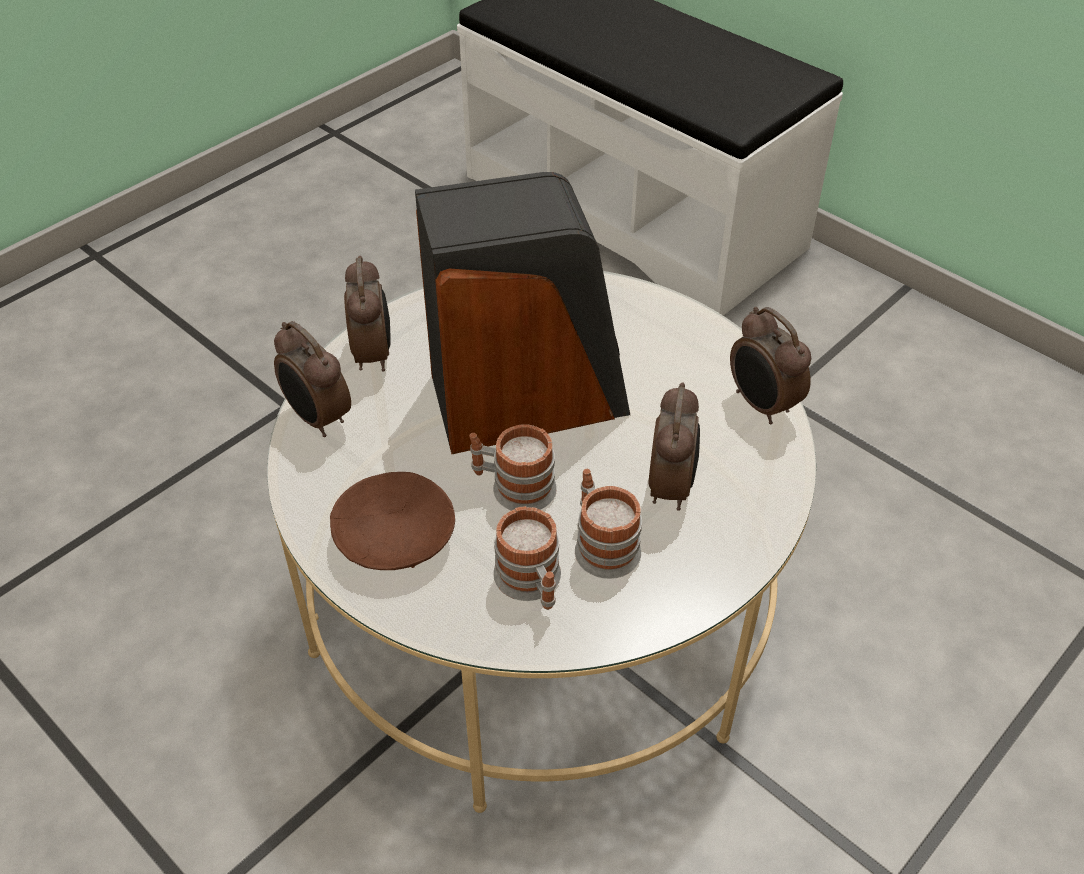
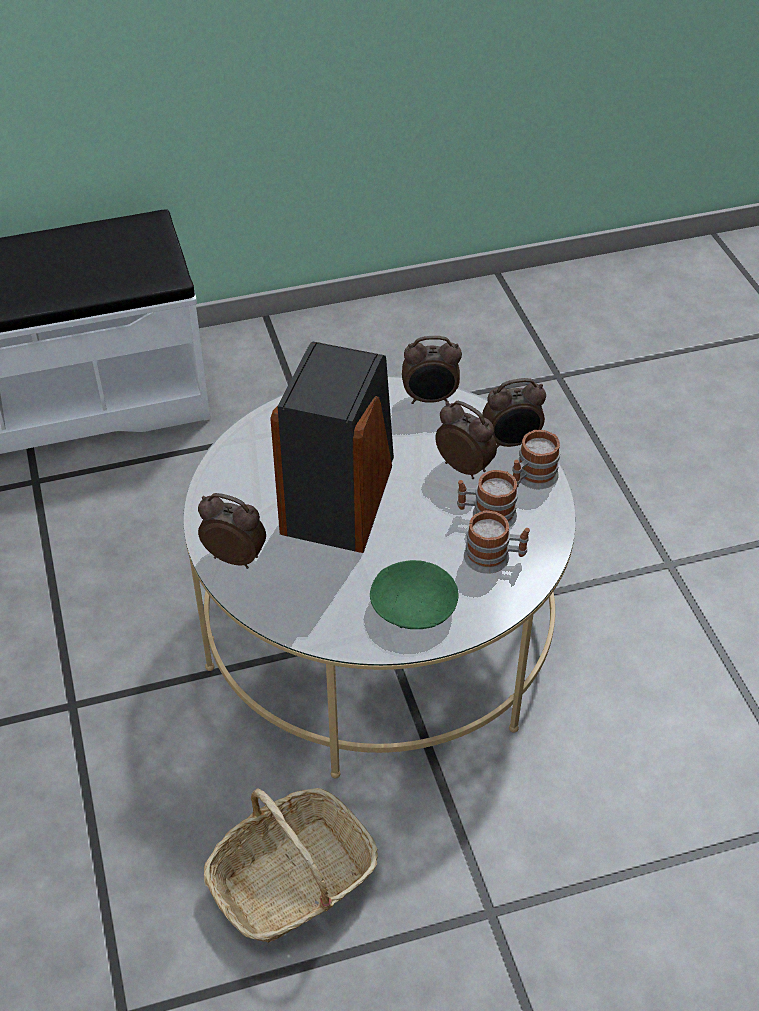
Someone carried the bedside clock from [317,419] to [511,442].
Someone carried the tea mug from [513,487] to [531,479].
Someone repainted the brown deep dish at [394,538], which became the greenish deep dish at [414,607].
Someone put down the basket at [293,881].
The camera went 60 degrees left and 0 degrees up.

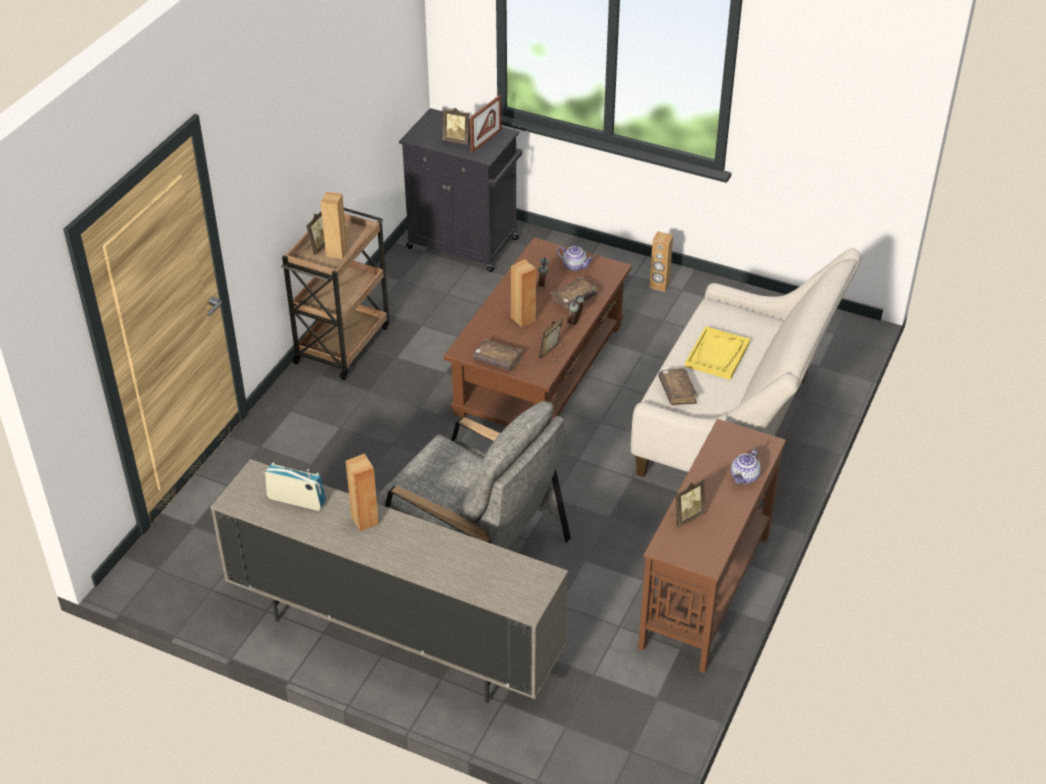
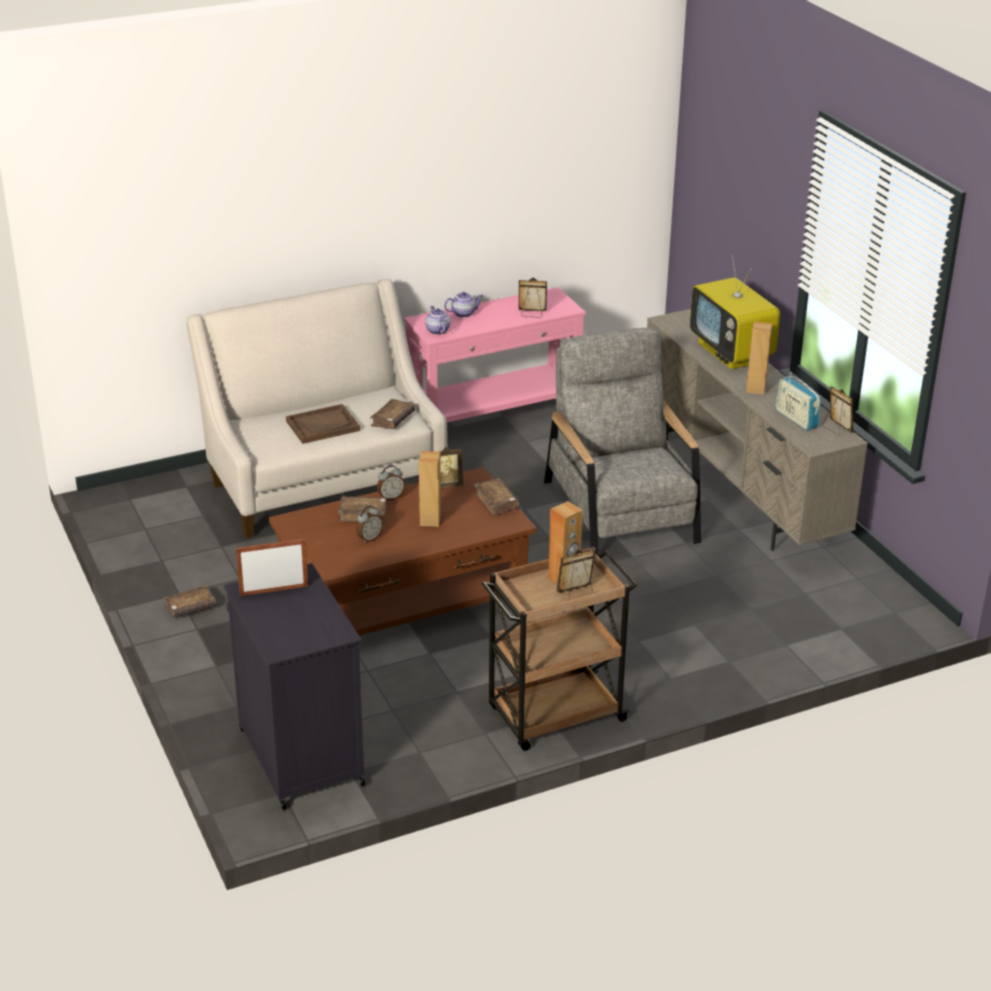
Someone carried the picture frame from [457,140] to [836,428].
Someone swapped the brown audio speaker at [659,285] for the brown bound book at [190,608].
Someone carried the tea pot from [575,266] to [437,330].
Someone repainted the yellow-coloured tray at [717,355], which became the brown tray at [323,426].
Someone repainted the brown narrow table at [704,591], which became the pink narrow table at [495,419].
Someone put down the TV set at [732,353].
The camera went 140 degrees left and 10 degrees down.

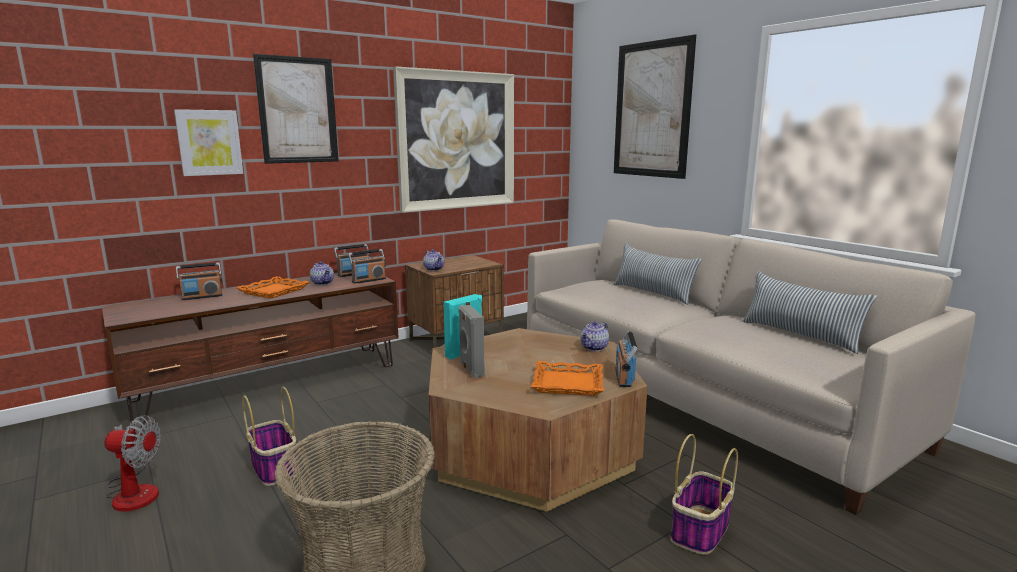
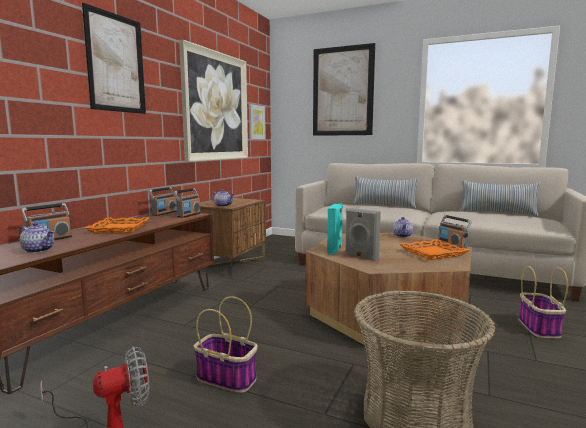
Someone carried the wall picture from [209,142] to [256,122].
Someone carried the tea pot from [323,283] to [39,250].
The camera went 30 degrees left and 5 degrees down.

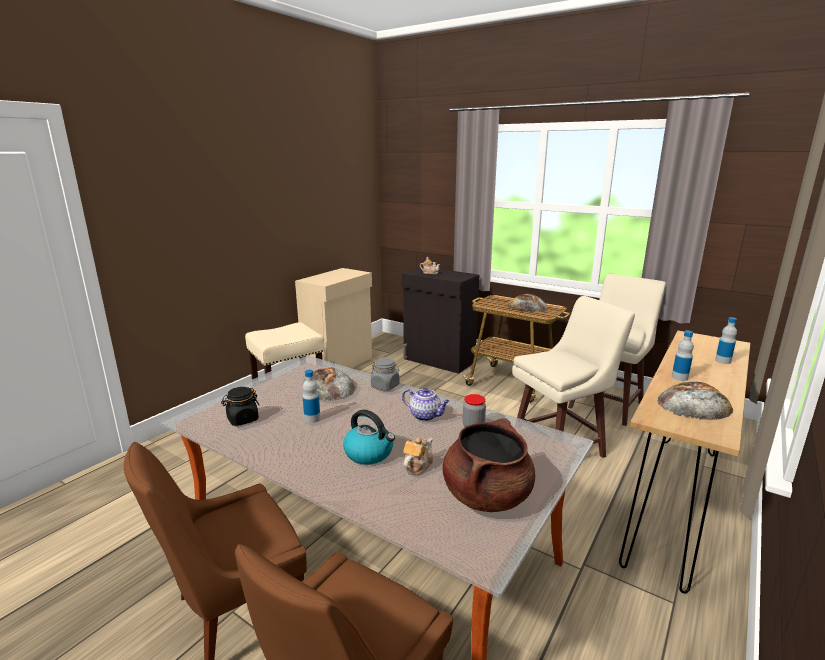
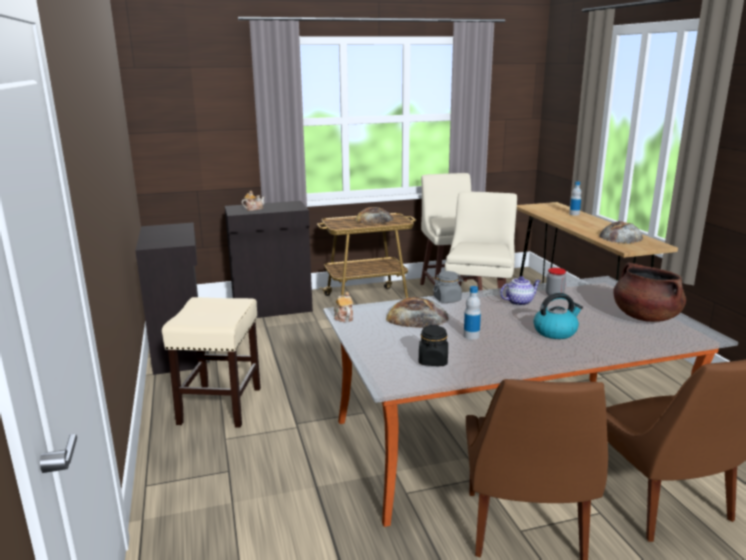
Someone repainted the sand-coloured cabinet at [339,364], which became the black-coloured cabinet at [180,351].
Someone took away the beverage bottle at [679,377].
Someone carried the tea pot from [417,466] to [343,317].
The camera went 50 degrees left and 0 degrees up.

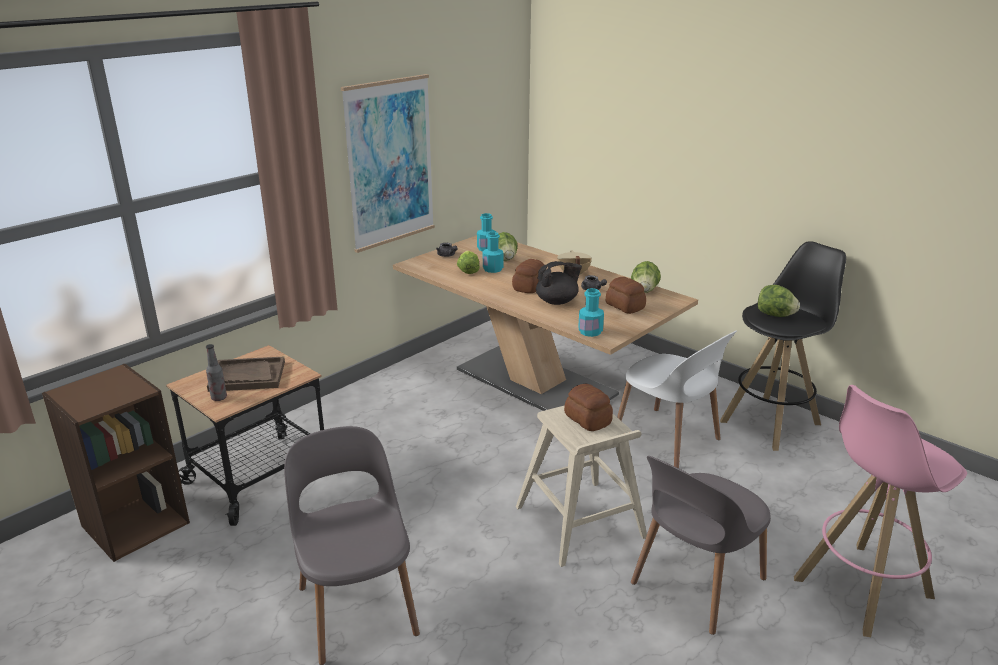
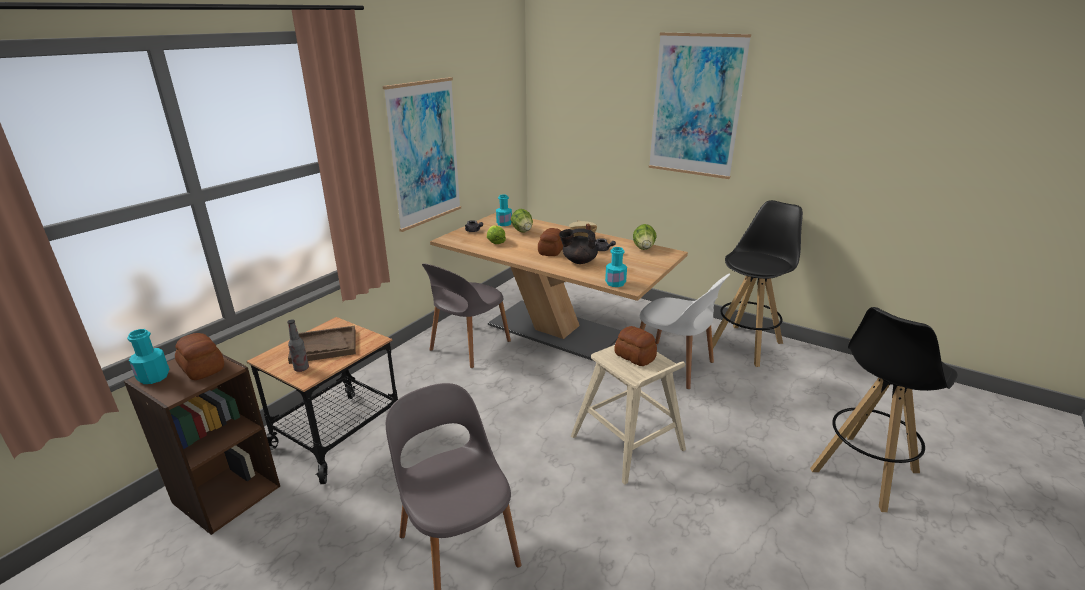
Someone carried the blue-green beverage bottle from [493,269] to [154,377].
Someone rotated the black-coloured tea pot at [557,301] by 150 degrees counterclockwise.
Someone carried the baked bread from [625,306] to [202,368].
Someone took away the head of lettuce at [775,315].
Someone repainted the pink stool seat at [861,588], which became the black-coloured stool seat at [863,471].
Someone carried the grey upright chair from [696,583] to [469,346].
Someone put up the wall picture at [696,106].
The camera went 10 degrees left and 0 degrees up.

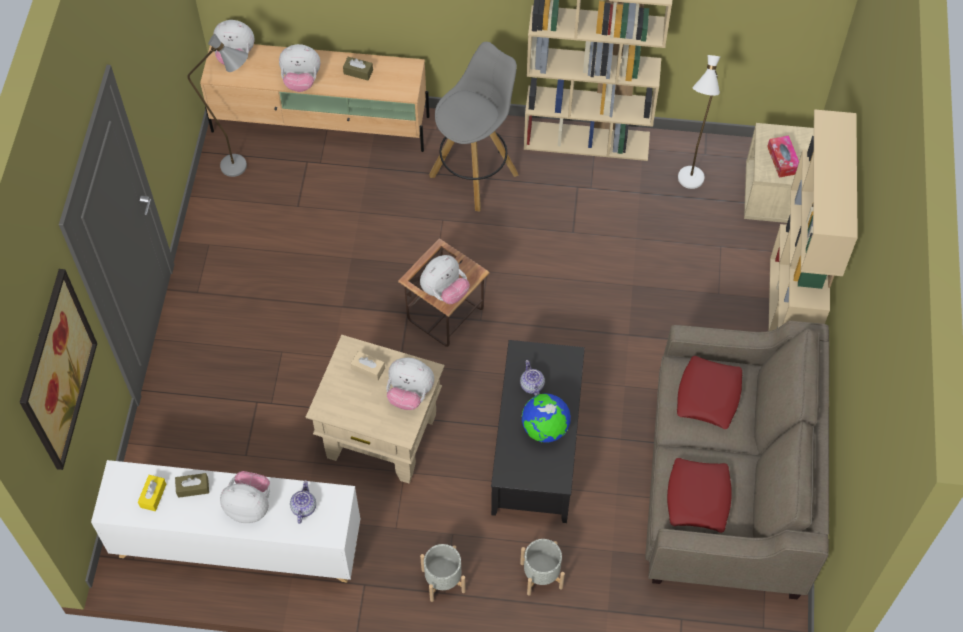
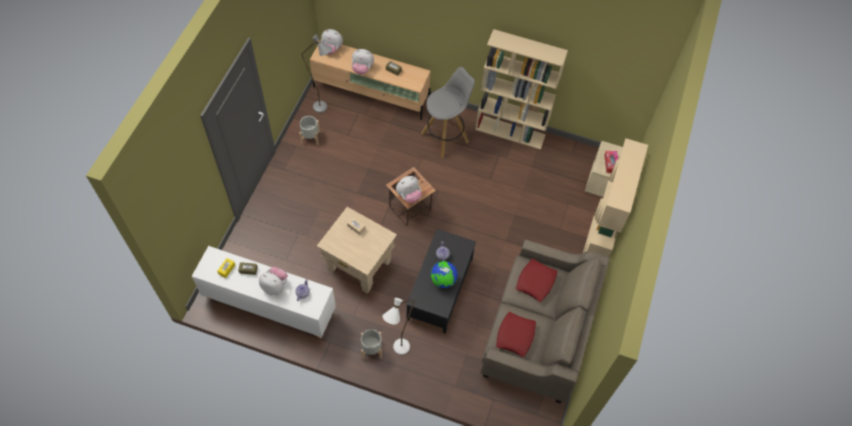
Someone carried the whitish standard lamp from [689,186] to [398,352].
Someone took away the wall picture at [56,370].
Someone took away the cuddly toy at [410,394].
Someone carried the grey plant pot from [541,575] to [310,137].
The camera went 10 degrees right and 0 degrees up.

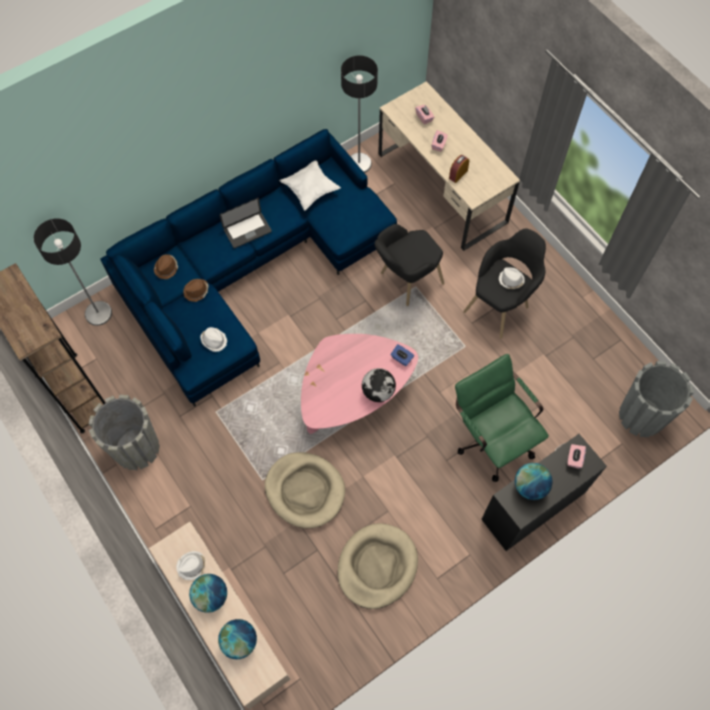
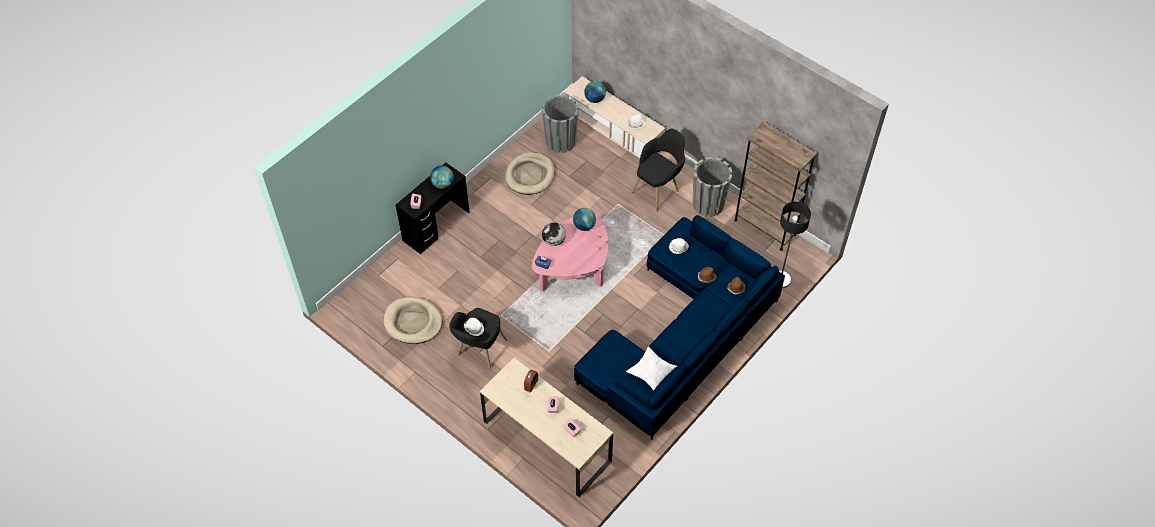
Someone took away the standard lamp at [359,163].
Someone took away the portable computer at [247,230].
Someone carried the black-coloured easy chair from [405,282] to [658,188].
Someone took away the greenish desk chair at [491,437].
Someone carried the grey plant pot from [641,416] to [560,141].
Someone carried the sand-coloured dog bed from [305,490] to [413,322].
Someone carried the globe from [211,596] to [584,226].
The camera went 165 degrees right and 10 degrees down.

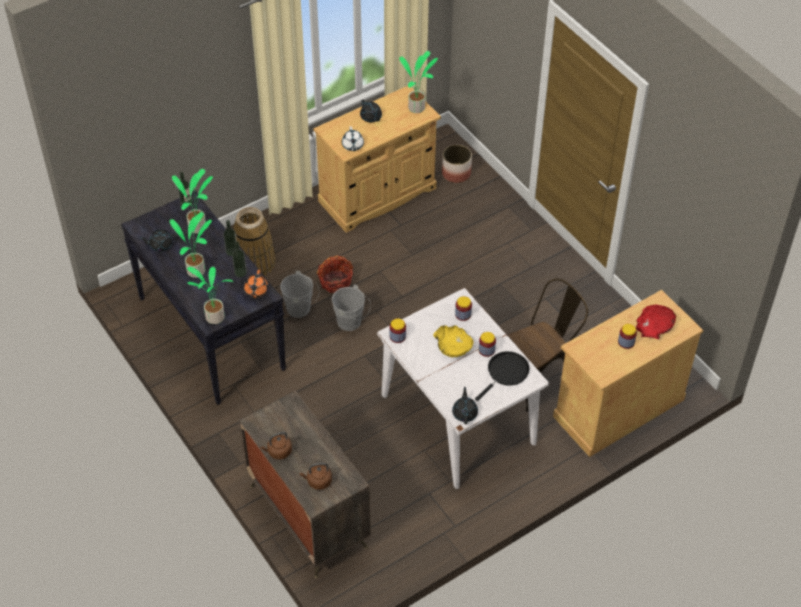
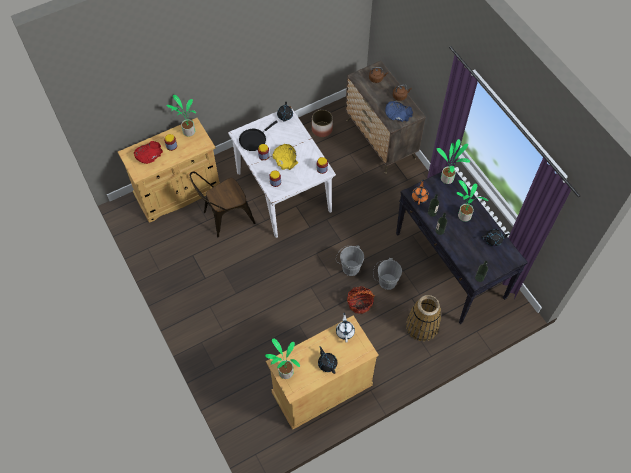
Someone carried the plant pot from [456,173] to [322,129].
Someone carried the houseplant from [198,227] to [188,131].
Someone put down the blue deep dish at [397,114].
The camera went 175 degrees left and 10 degrees up.

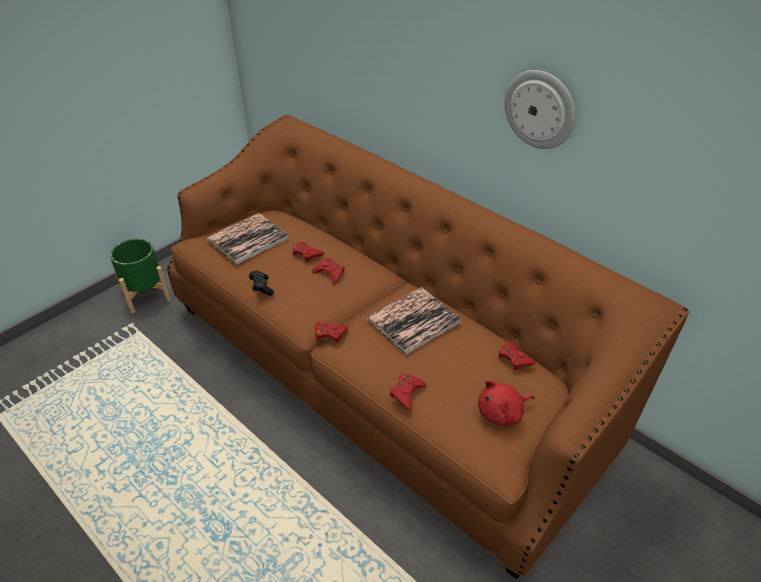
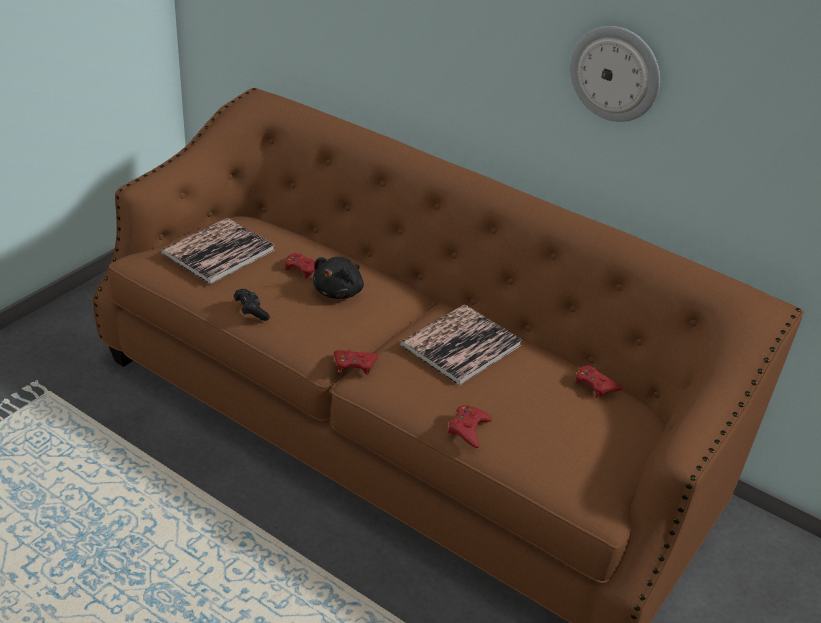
Someone took away the greenish plant pot at [146,295].
Someone swapped the red gamepad at [330,273] for the black-coloured cuddly toy at [339,291].
Someone took away the red cuddly toy at [502,413].
The camera went 10 degrees left and 5 degrees down.

